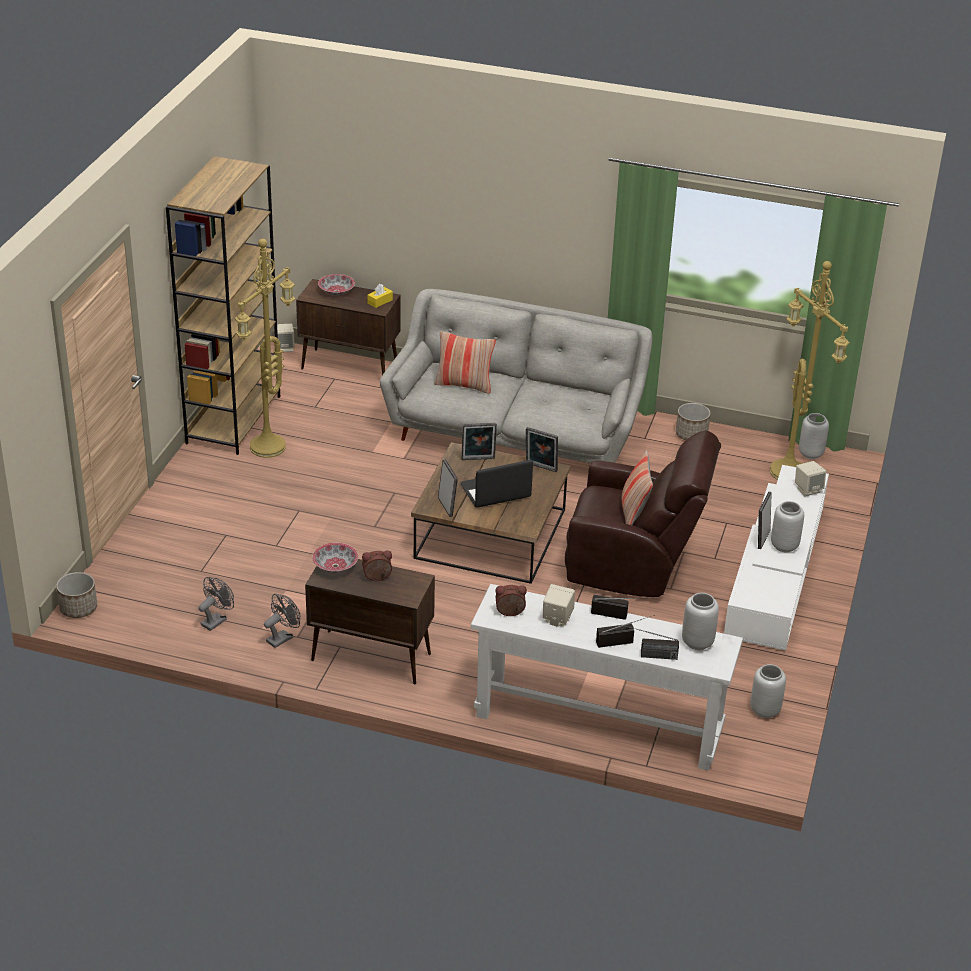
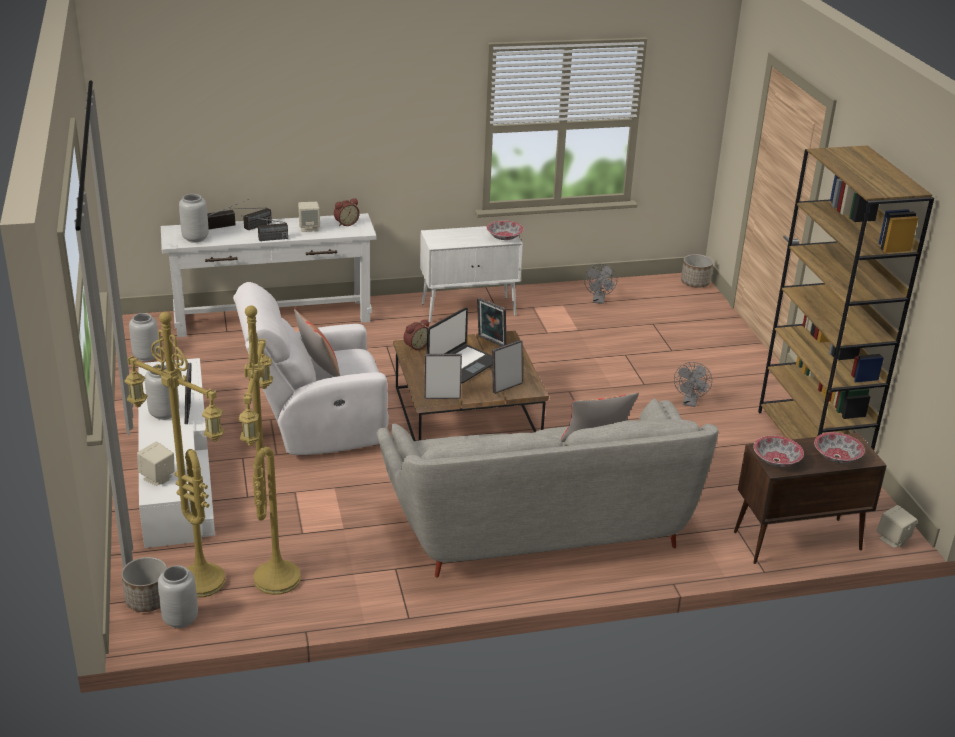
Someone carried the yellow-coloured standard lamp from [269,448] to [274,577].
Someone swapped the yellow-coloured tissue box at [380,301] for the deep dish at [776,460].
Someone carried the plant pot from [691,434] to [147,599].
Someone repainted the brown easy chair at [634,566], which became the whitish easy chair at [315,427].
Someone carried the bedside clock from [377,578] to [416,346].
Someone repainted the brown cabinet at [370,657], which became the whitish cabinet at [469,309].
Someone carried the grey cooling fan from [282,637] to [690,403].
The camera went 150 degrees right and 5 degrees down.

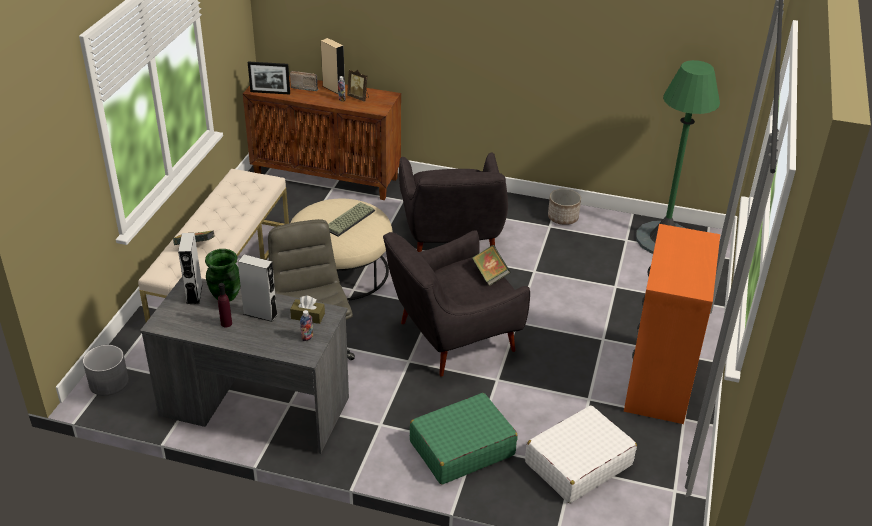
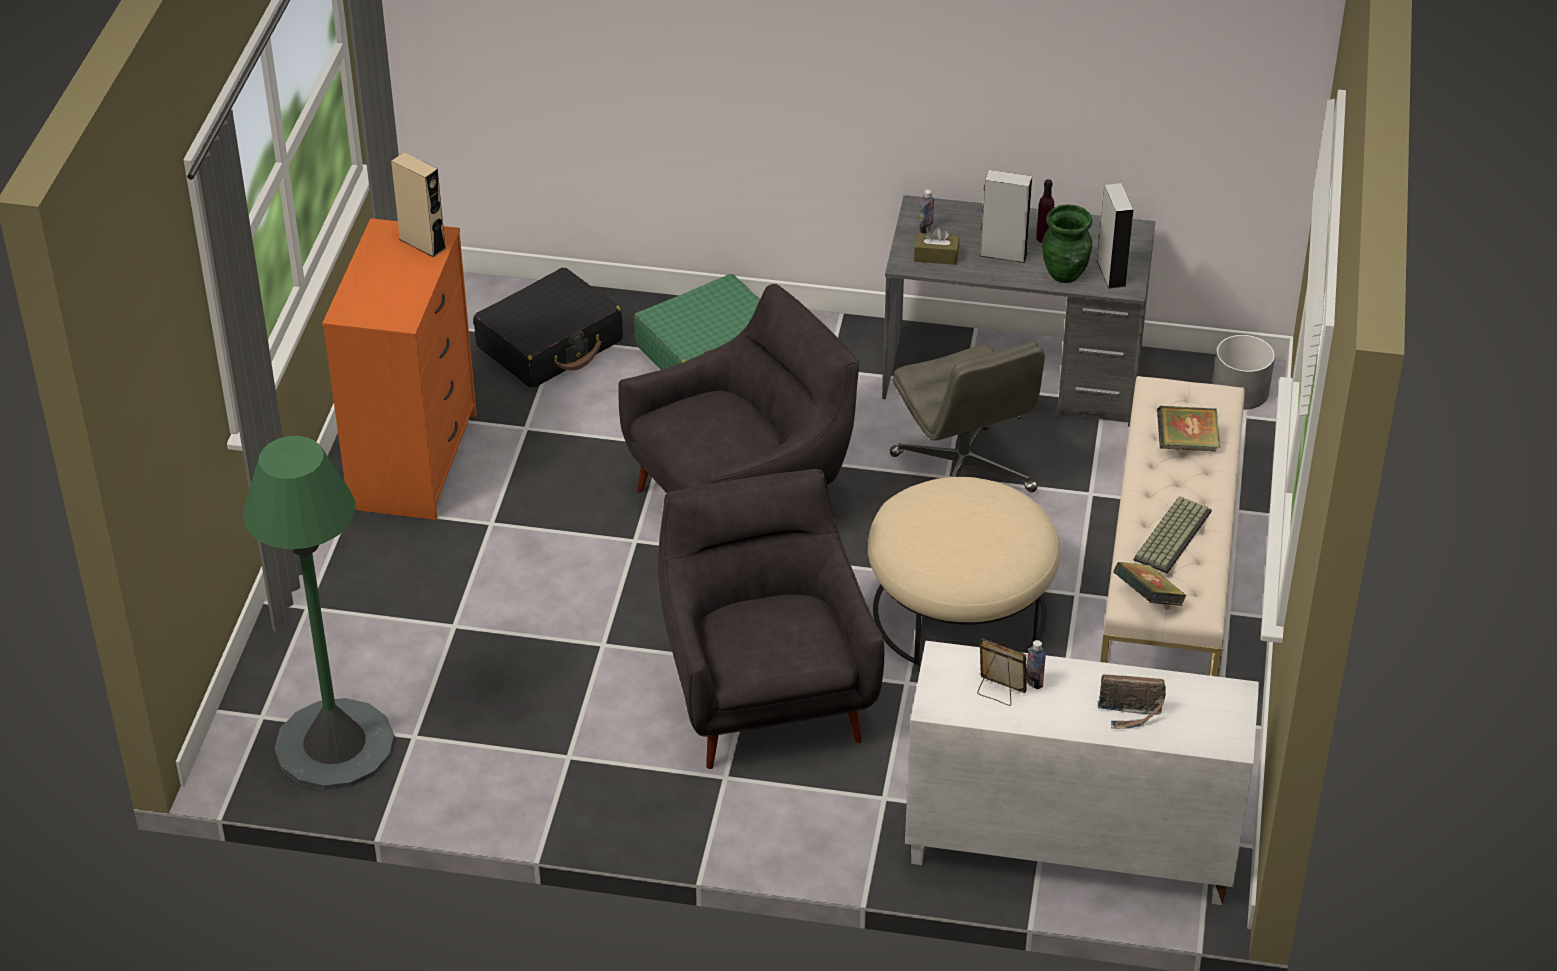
Someone carried the sand-coloured audio speaker from [333,88] to [422,243].
Someone took away the picture frame at [270,92].
Someone repainted the brown cabinet at [327,177], which became the whitish cabinet at [1068,849].
Someone took away the plant pot at [563,218].
Someone carried the computer keyboard from [349,220] to [1171,534].
Someone carried the bound book from [490,274] to [1147,599].
Someone repainted the whitish travel case at [578,464], which became the black-coloured travel case at [550,344].
The camera went 175 degrees right and 5 degrees up.

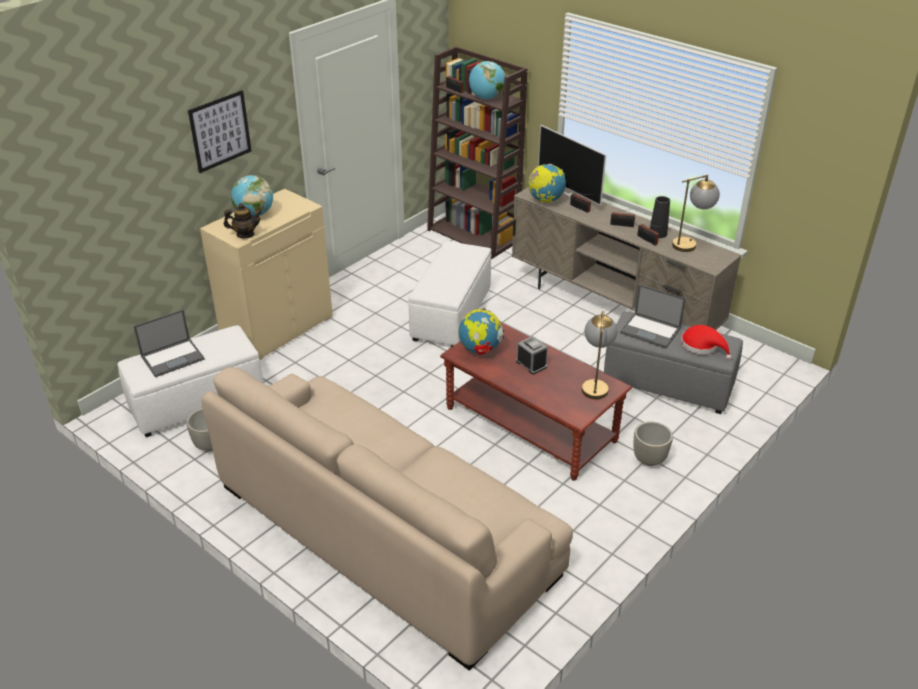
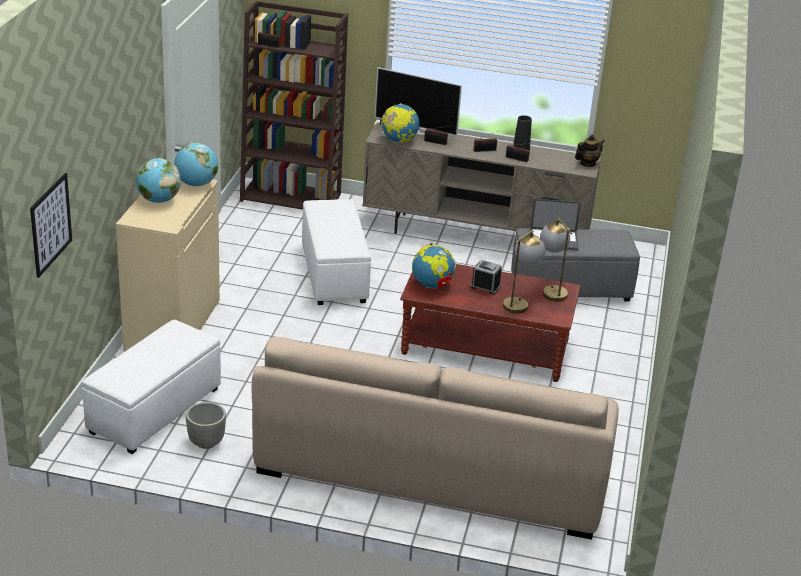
Someone carried the globe from [486,98] to [196,184].
Someone carried the wall picture from [220,131] to [51,224].
Someone carried the table lamp from [691,243] to [519,303].
Someone carried the tea pot from [245,234] to [587,163].
Someone took away the portable computer at [173,357].
Someone took away the red wearable hat at [702,346].
Someone took away the grey plant pot at [649,459].
The camera went 30 degrees left and 5 degrees down.

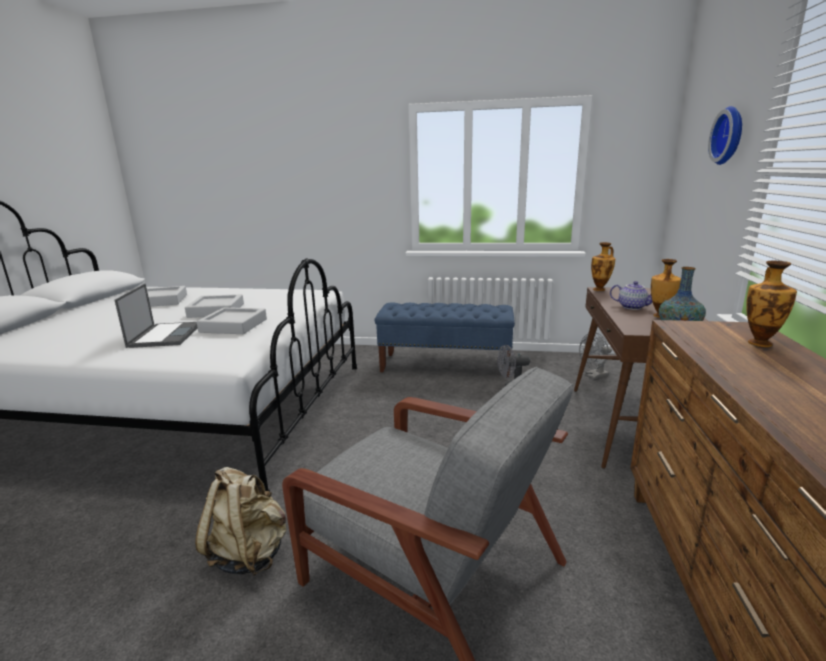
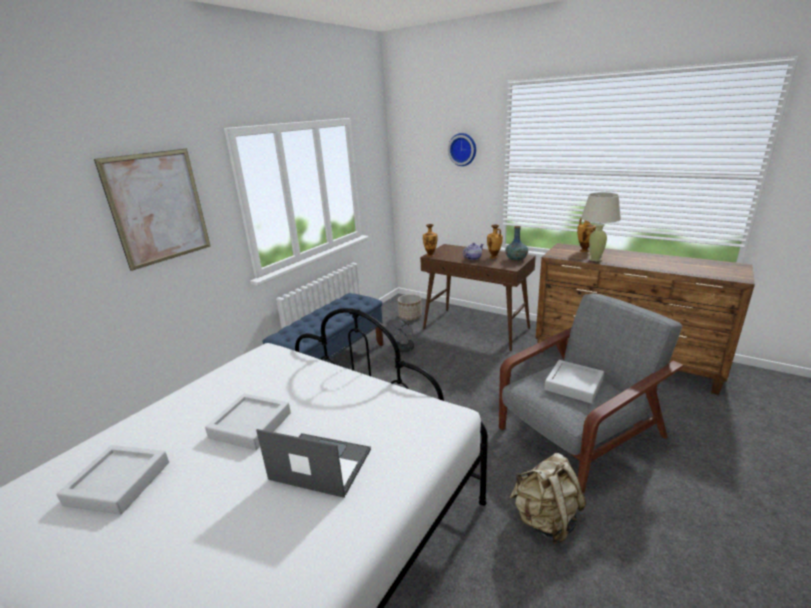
Someone carried the grey tray from [233,325] to [573,385].
Someone swapped the grey cooling fan at [594,376] for the plant pot at [410,316].
Someone put up the wall picture at [158,208].
Someone put down the sand-coloured table lamp at [595,259].
The camera went 65 degrees left and 5 degrees up.

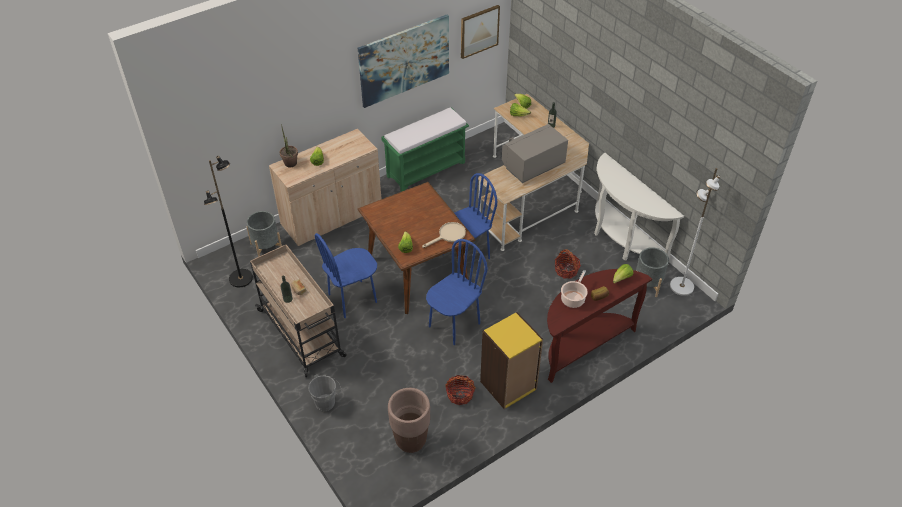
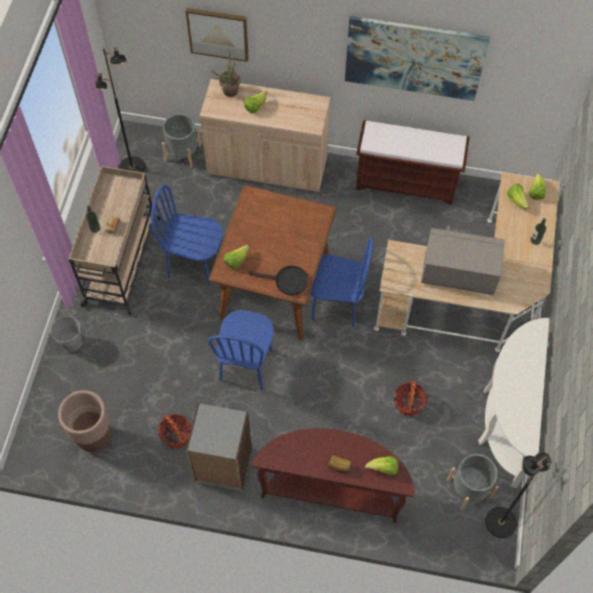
Someone carried the wall picture from [479,31] to [218,33].
Someone repainted the greenish long seat at [426,169], which became the brown long seat at [407,182].
Someone repainted the whitish standard lamp at [681,286], which became the black-coloured standard lamp at [500,522].
Someone repainted the sand-coloured skillet at [449,235], which became the black-coloured skillet at [286,281].
Someone rotated the blue upright chair at [454,325] by 105 degrees clockwise.
Someone took away the stockpot at [573,298].
Someone repainted the yellow-coloured shelving unit at [508,386], which became the grey shelving unit at [223,465].
The camera went 45 degrees right and 15 degrees up.

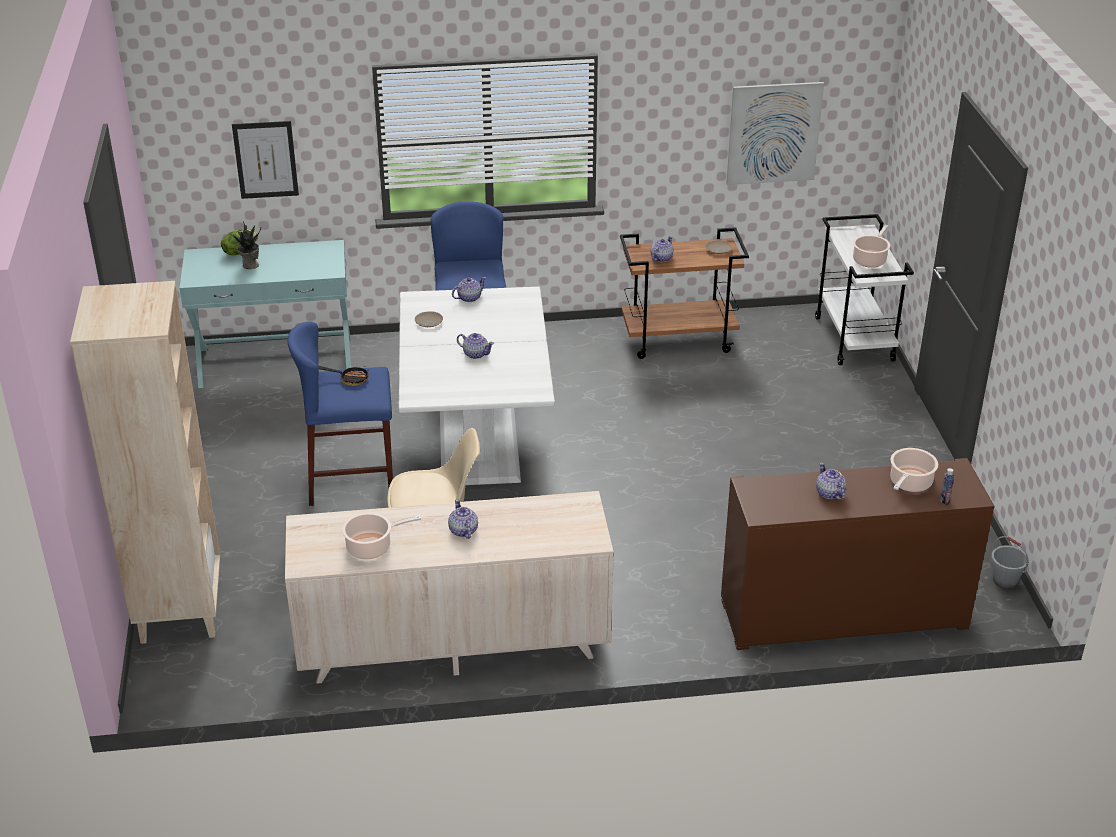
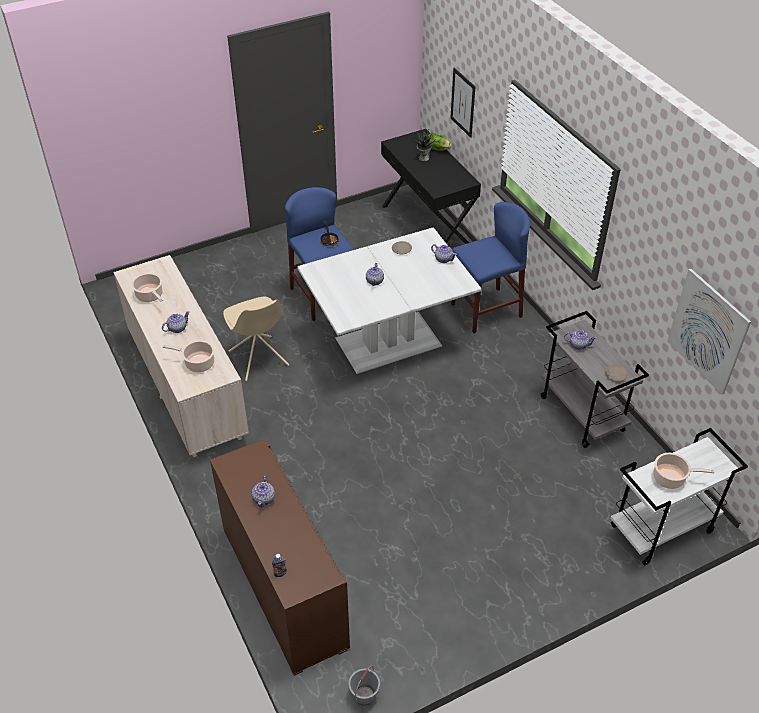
Someone repainted the brown wheeled cart at [679,340], which became the grey wheeled cart at [582,414].
Someone repainted the blue-green narrow table at [276,361], which became the black-coloured narrow table at [427,226].
Someone took away the sand-coloured shelving unit at [180,609].
Someone carried the stockpot from [909,483] to [197,363].
Someone rotated the tea pot at [829,493] by 135 degrees clockwise.
The camera went 70 degrees right and 10 degrees up.

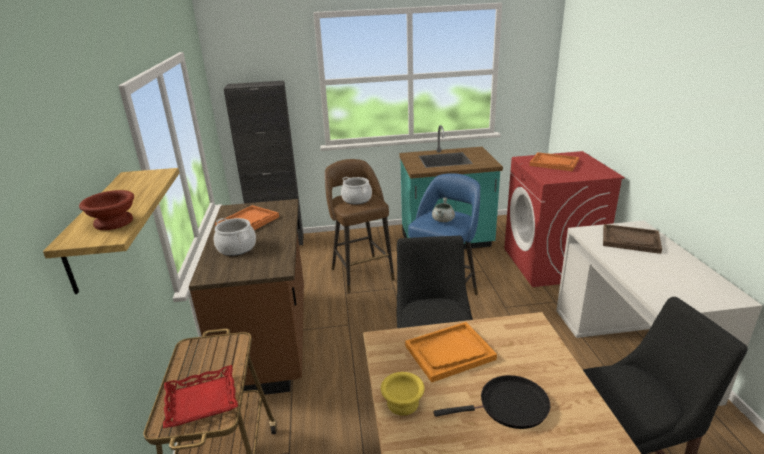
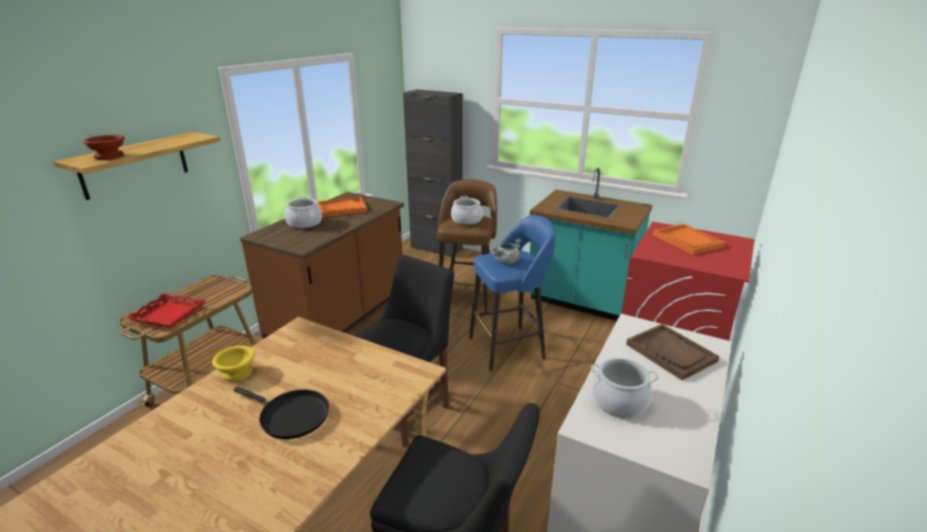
Someone took away the orangey tray at [449,353].
Someone put down the stockpot at [619,401].
The camera went 35 degrees right and 0 degrees up.

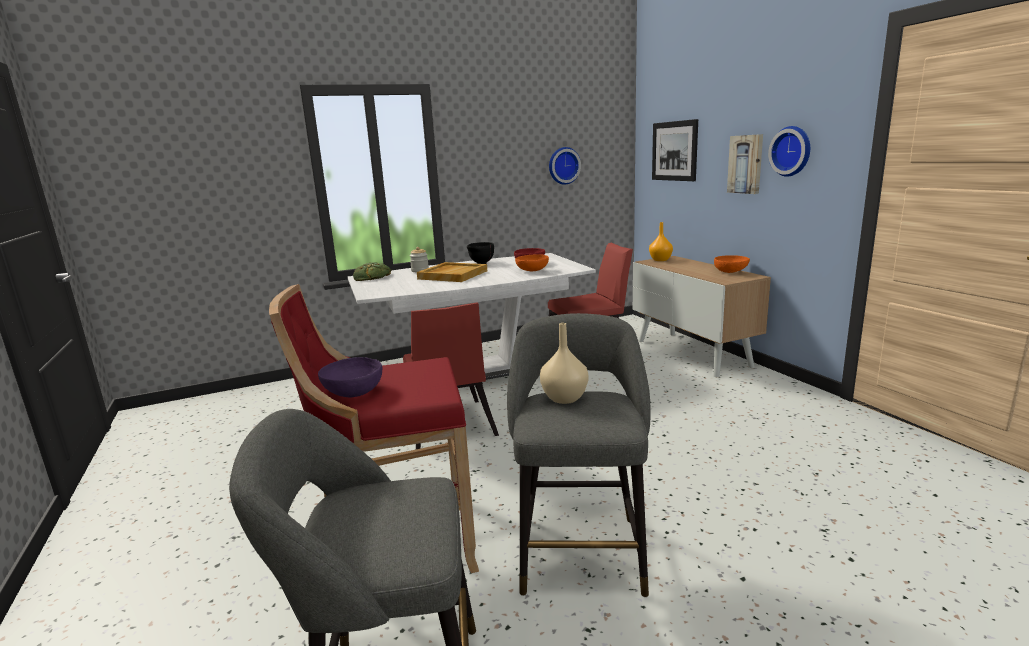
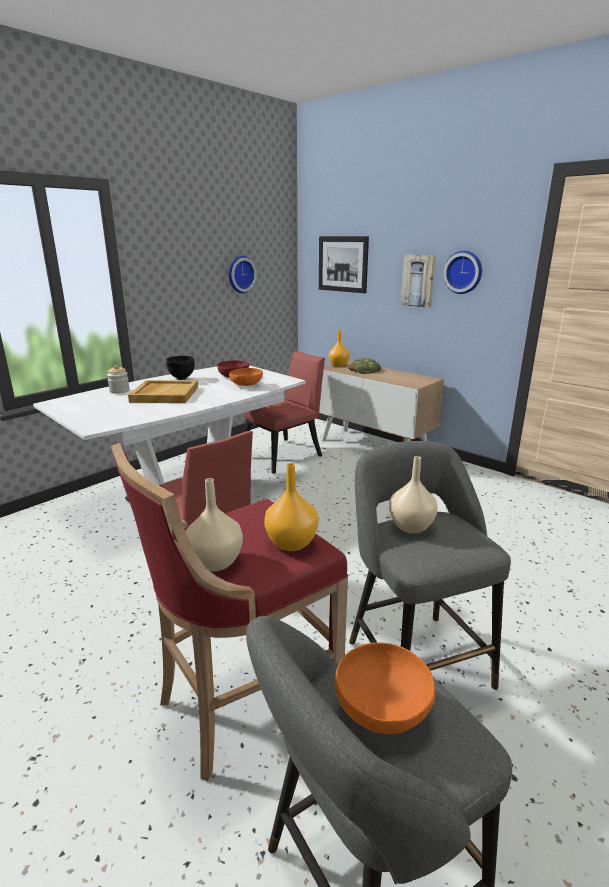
Someone carried the orangey deep dish from [731,272] to [383,708].
Someone carried the baked bread from [372,277] to [365,370].
Someone swapped the purplish deep dish at [353,392] for the sand-coloured decorative vase at [214,562].
Someone put down the orangey decorative vase at [292,543].
The camera went 25 degrees left and 5 degrees up.

